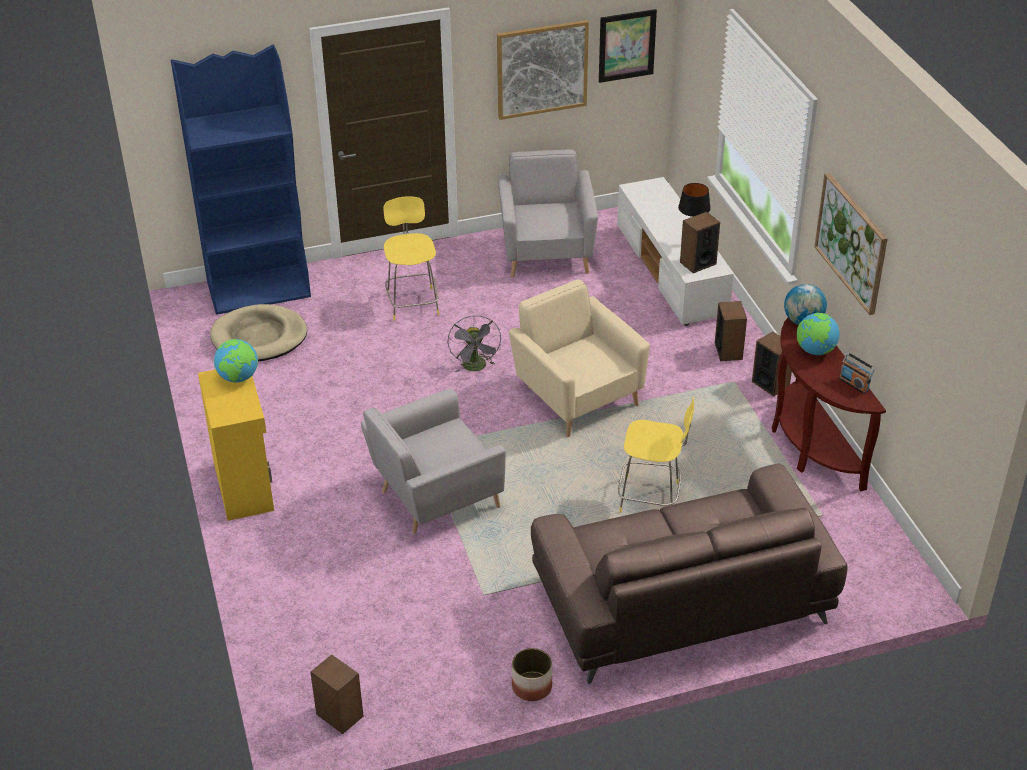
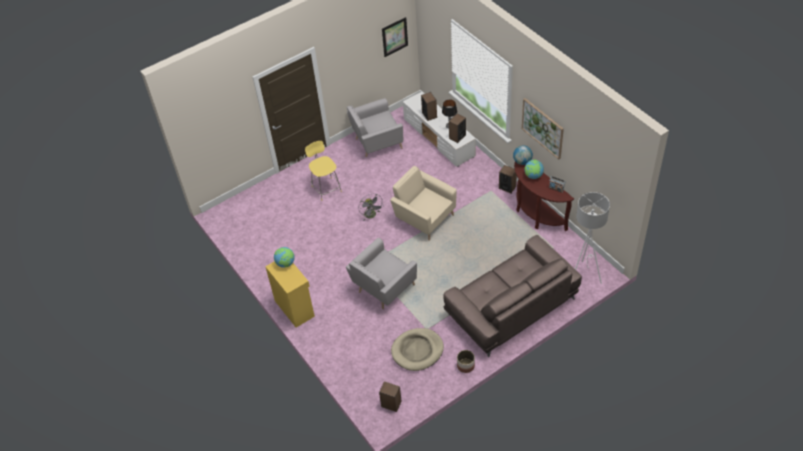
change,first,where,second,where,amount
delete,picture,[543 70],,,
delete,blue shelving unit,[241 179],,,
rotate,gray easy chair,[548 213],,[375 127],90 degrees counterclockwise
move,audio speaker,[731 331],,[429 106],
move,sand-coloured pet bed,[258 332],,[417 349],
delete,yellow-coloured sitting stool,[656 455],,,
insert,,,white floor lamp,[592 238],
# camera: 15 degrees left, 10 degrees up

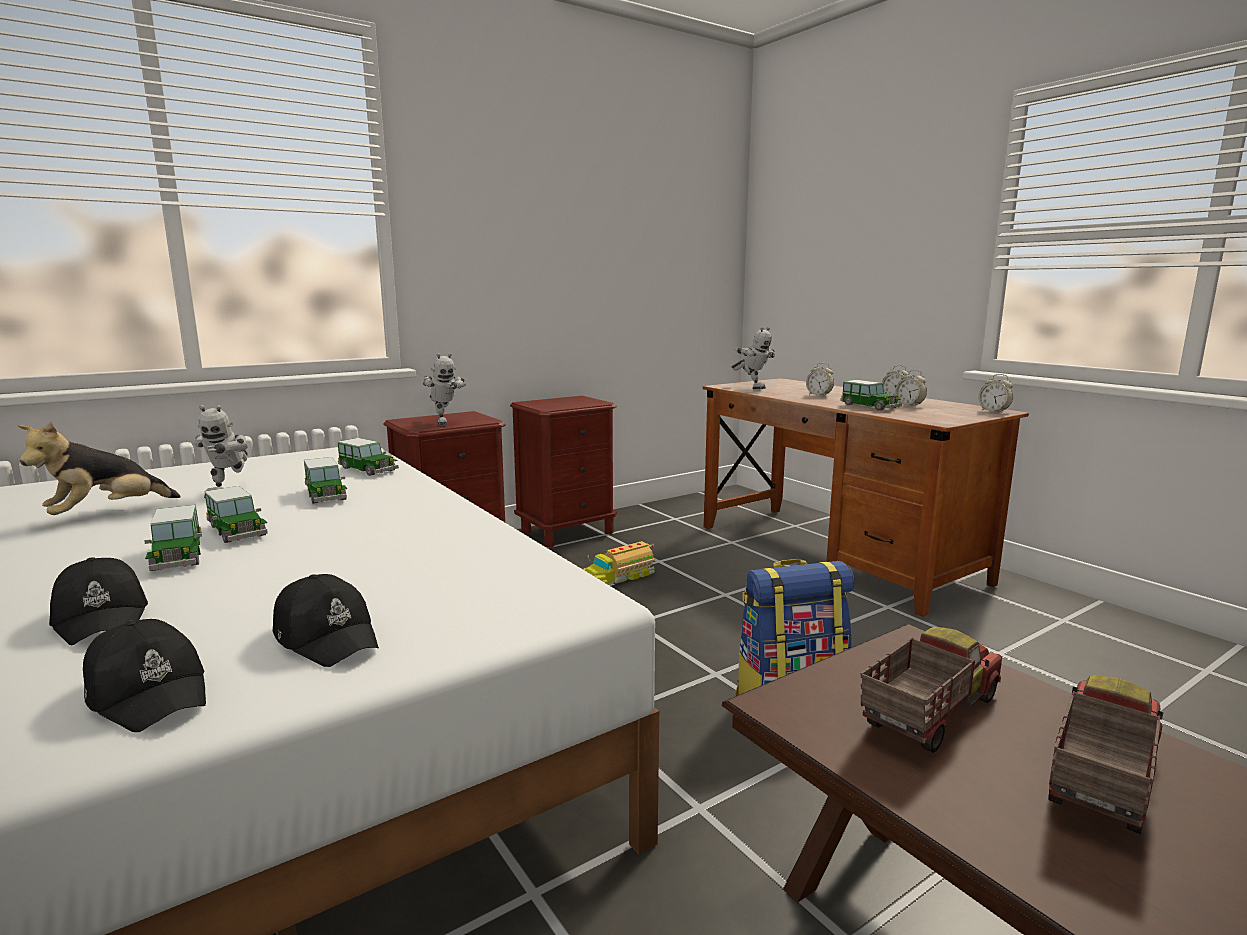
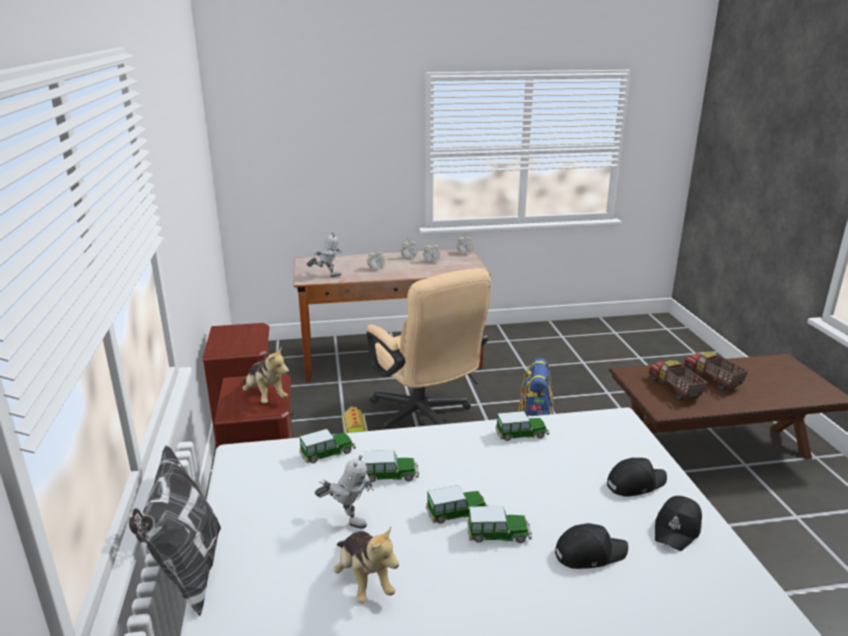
change,first,where,second,where,amount
replace,robot figure,[444 389],plush toy,[265 375],
move,toy car,[871 395],,[522 426],
rotate,black baseball cap,[144 675],,[678 523],150 degrees clockwise
insert,,,sand-coloured desk chair,[428 349],
insert,,,pillow,[175 530],
# camera: 65 degrees left, 10 degrees up

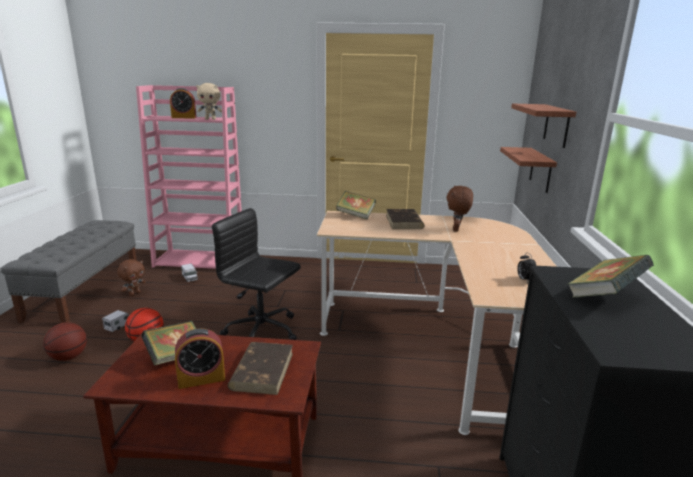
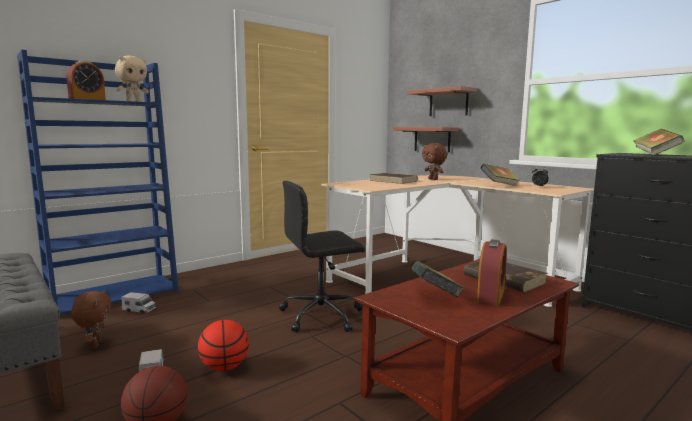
change,first,where,second,where,amount
recolor,pink shelving unit,[189 177],blue shelving unit,[98 182],
move,book,[356 205],,[499 175],
# camera: 45 degrees left, 10 degrees down

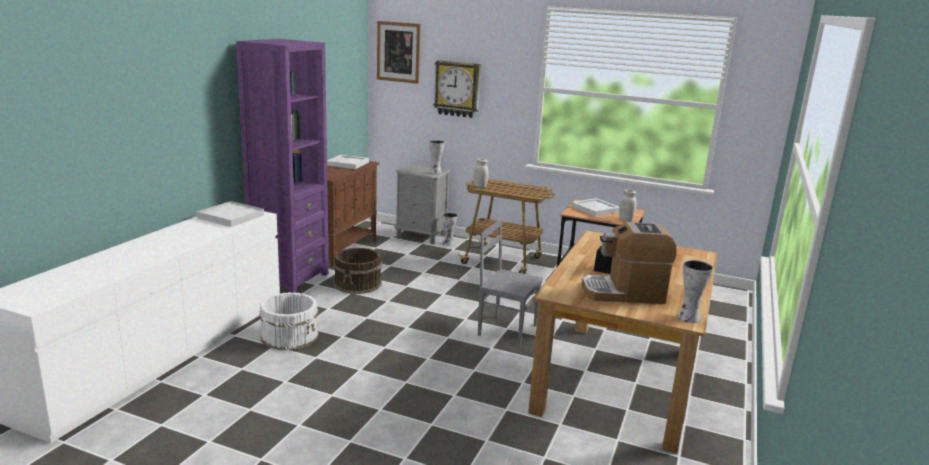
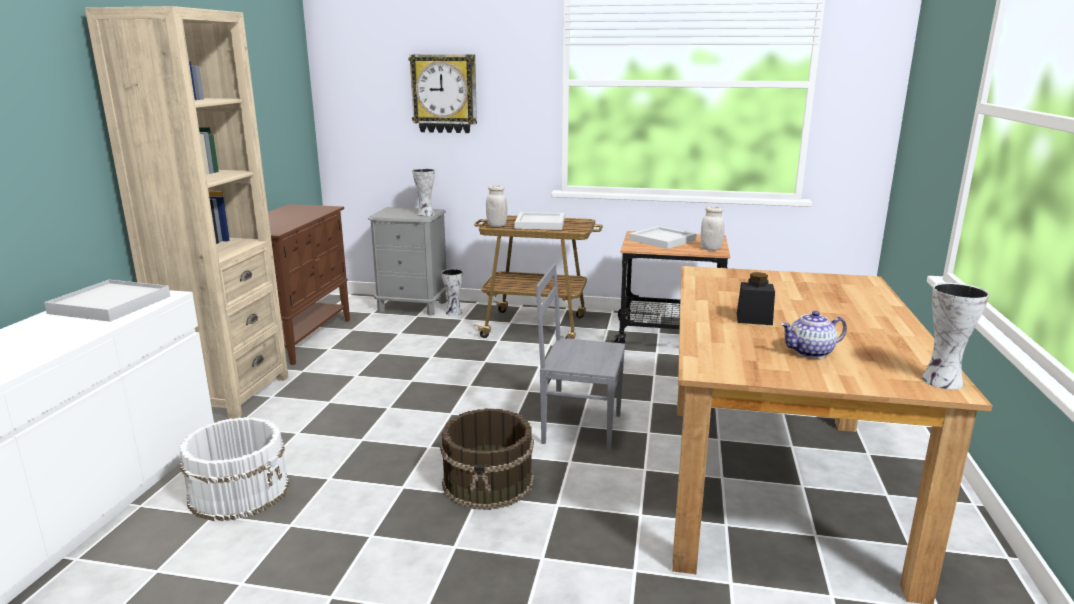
change,first,where,second,where,amount
delete,picture,[399 52],,,
recolor,purplish shelving unit,[282 166],sand-coloured shelving unit,[186 212],
move,white tray,[348 162],,[540 221],
replace,coffee maker,[629 263],pot for tea,[813 334],
move,brownish bucket,[358 271],,[487 459],
# camera: 10 degrees left, 0 degrees up

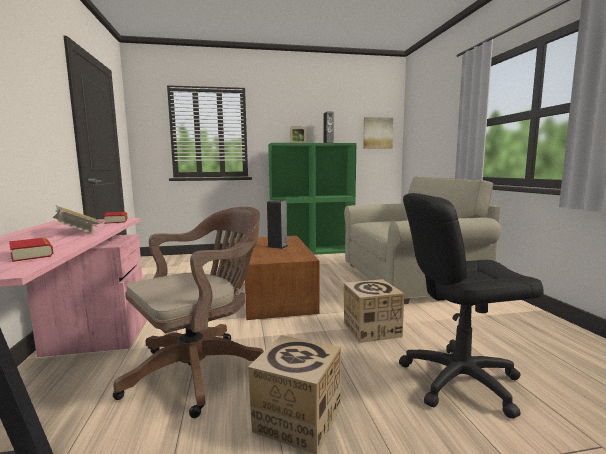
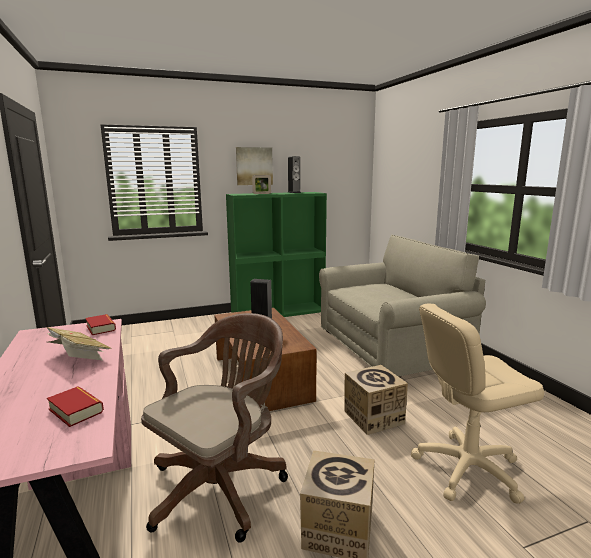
change,first,where,second,where,amount
move,picture,[378 133],,[254 166],
recolor,black desk chair,[471 306],sand-coloured desk chair,[477 404],
# camera: 10 degrees left, 5 degrees up

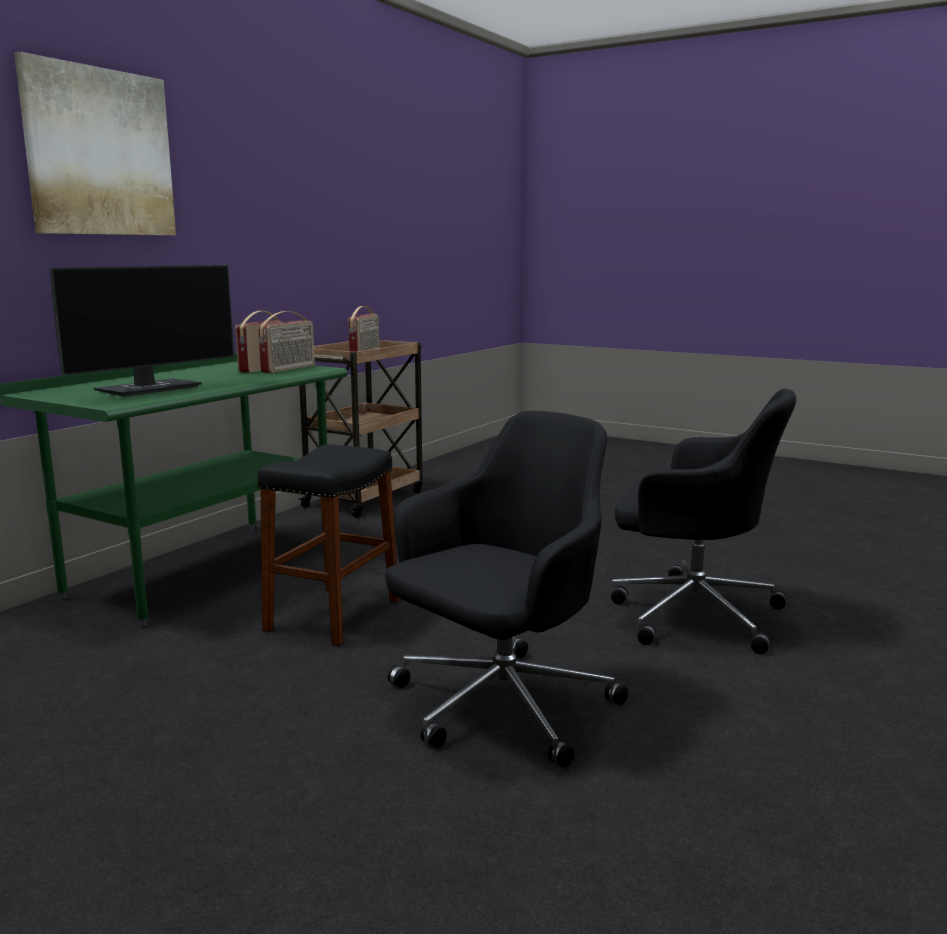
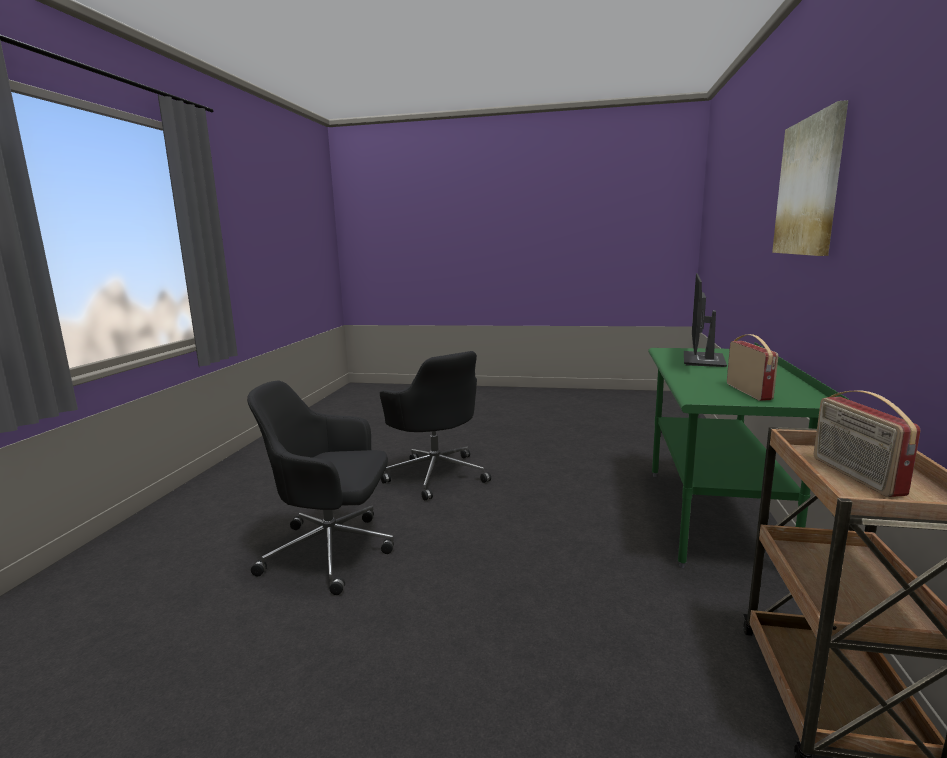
change,first,where,second,where,amount
delete,radio receiver,[286 342],,,
rotate,black desk chair,[506 589],,[435 426],60 degrees counterclockwise
delete,black sitting stool,[329 545],,,
# camera: 160 degrees right, 0 degrees up

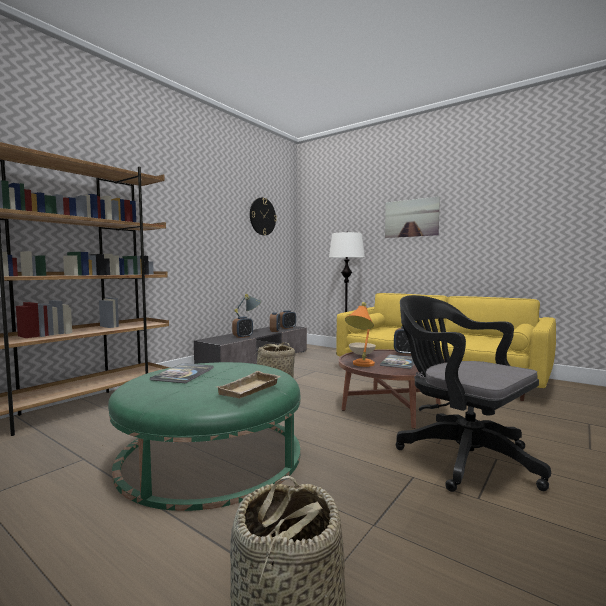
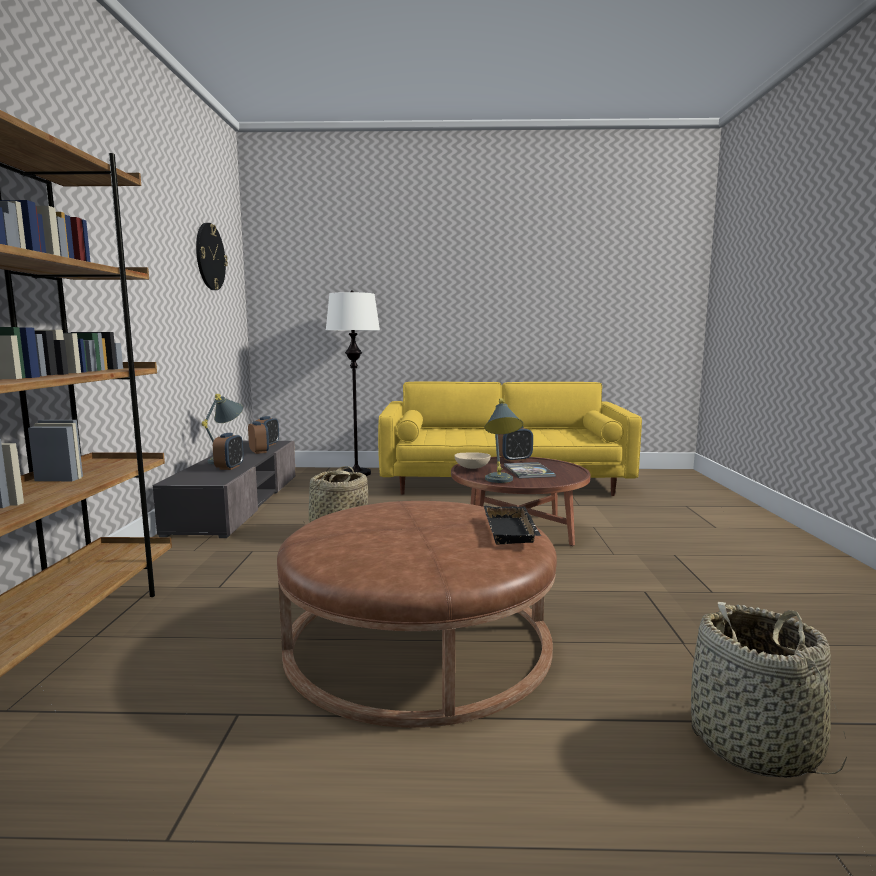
change,first,where,second,where,amount
delete,picture,[412 217],,,
delete,black desk chair,[473 393],,,
recolor,orange table lamp,[360 334],gray table lamp,[504 440],
recolor,greenish pouffe,[204 436],brownish pouffe,[417 614],
delete,book,[182 373],,,
recolor,sand-coloured tray,[249 385],black tray,[512 525],
# camera: 35 degrees left, 5 degrees up

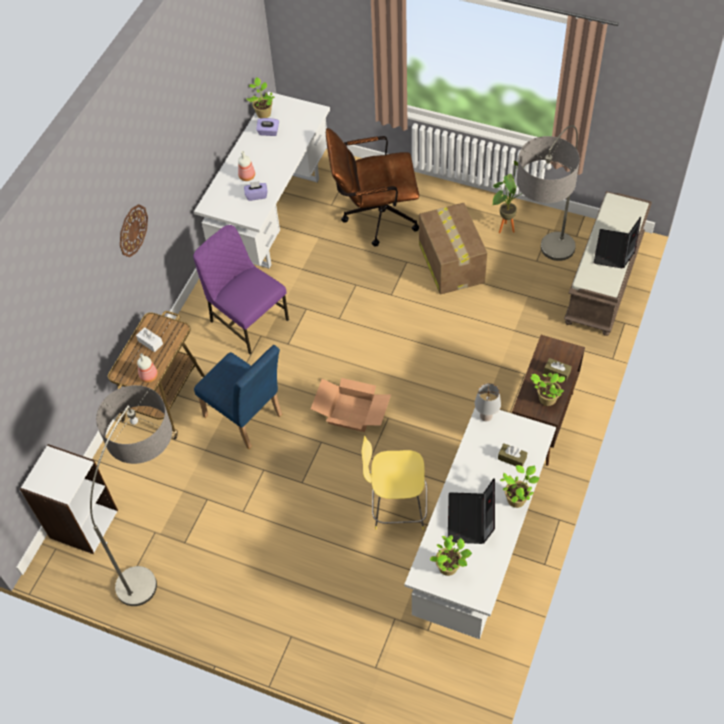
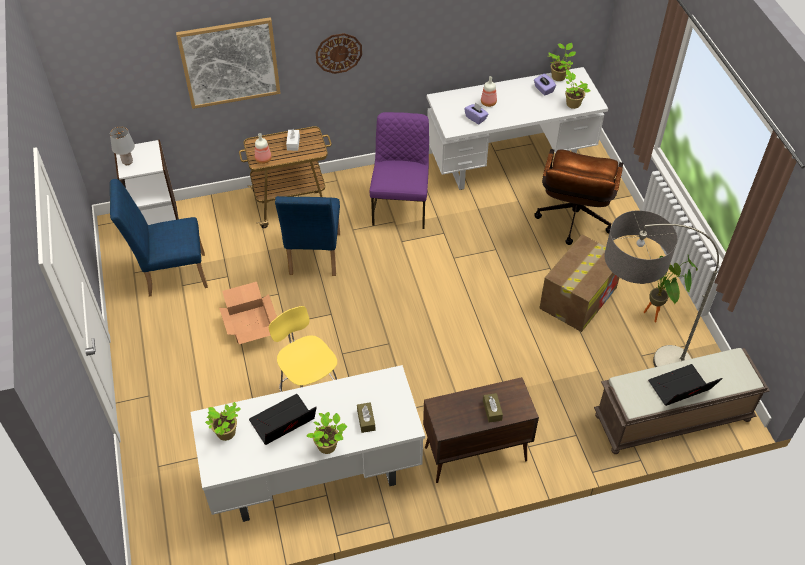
change,first,where,second,where,amount
rotate,brownish desk chair,[372 187],,[578 197],120 degrees counterclockwise
move,potted plant,[548 389],,[578 89],
move,carton,[351 405],,[248 313],
move,gray table lamp,[488 402],,[122 145],
replace,floor lamp,[131 495],blue plain chair,[159 237],
insert,,,picture,[228 63],
# camera: 50 degrees right, 5 degrees down

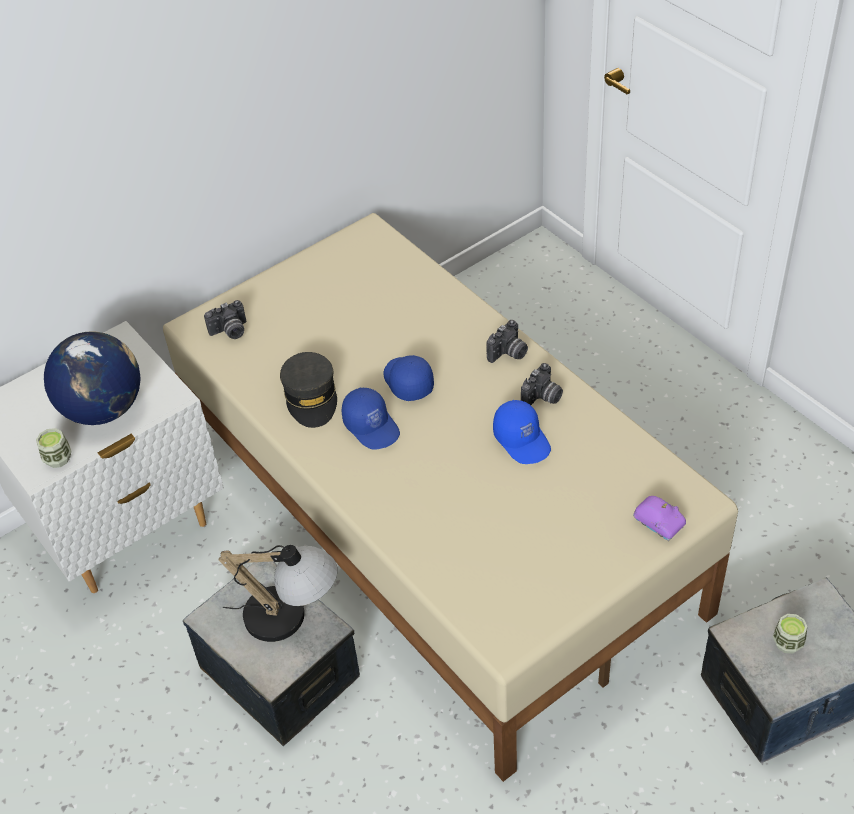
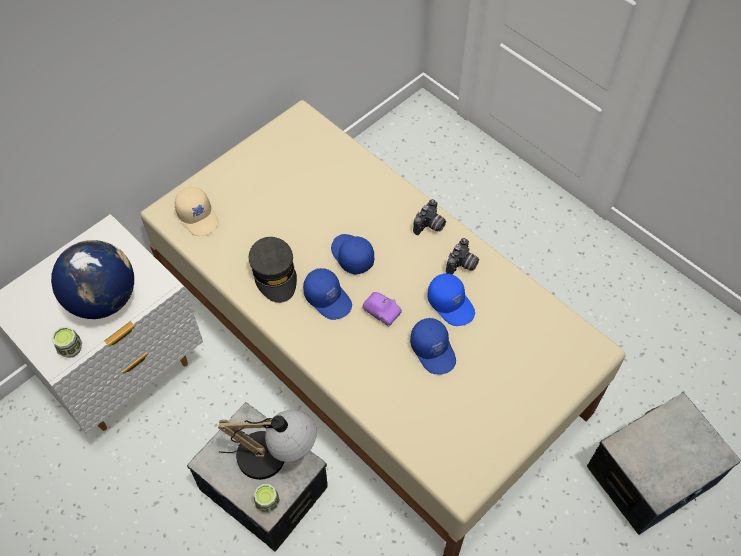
change,first,where,second,where,amount
replace,photo camera,[225 319],sand-coloured baseball cap,[197 211],
move,purplish toy car,[659 518],,[382 309],
move,cup,[790 634],,[267 498],
insert,,,blue baseball cap,[433 346],
# camera: 10 degrees left, 10 degrees up

